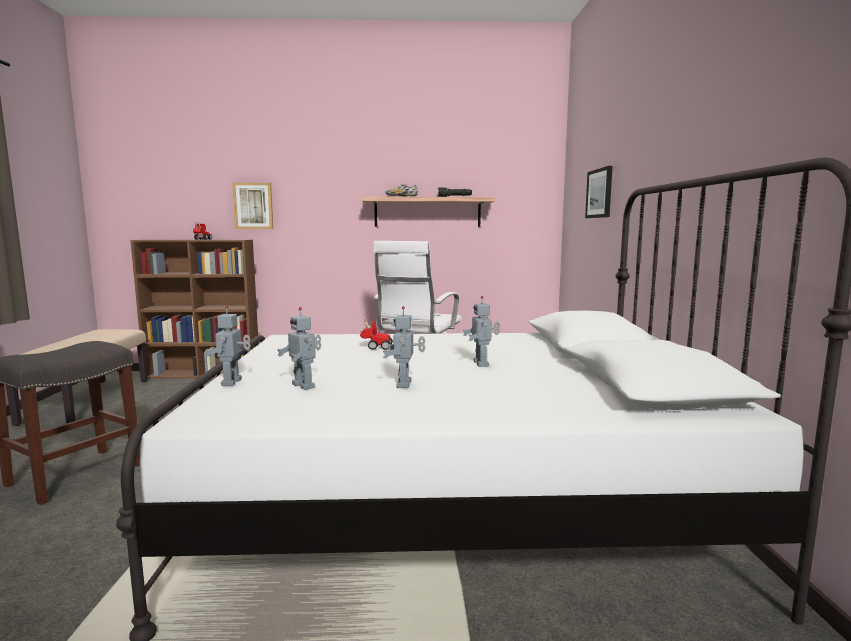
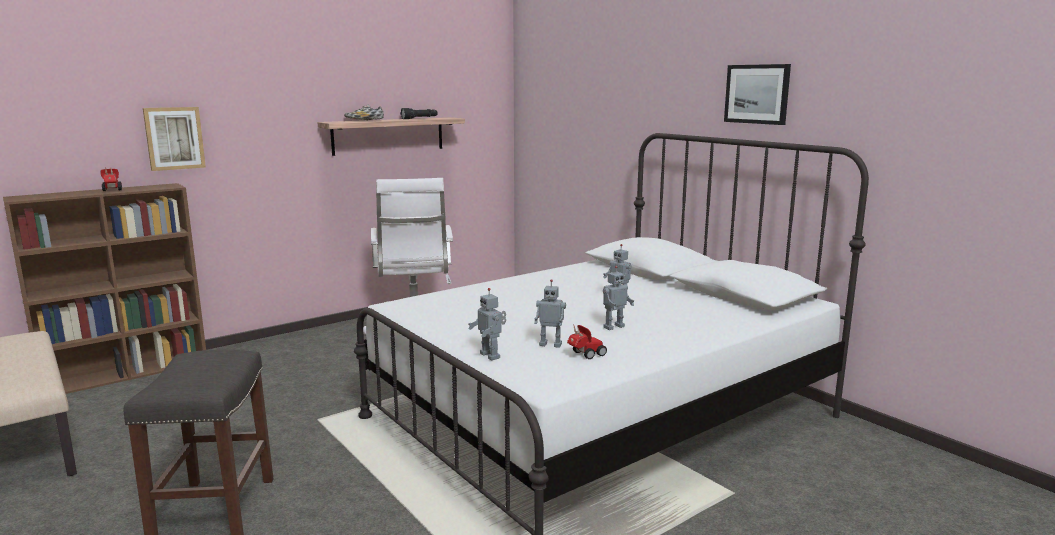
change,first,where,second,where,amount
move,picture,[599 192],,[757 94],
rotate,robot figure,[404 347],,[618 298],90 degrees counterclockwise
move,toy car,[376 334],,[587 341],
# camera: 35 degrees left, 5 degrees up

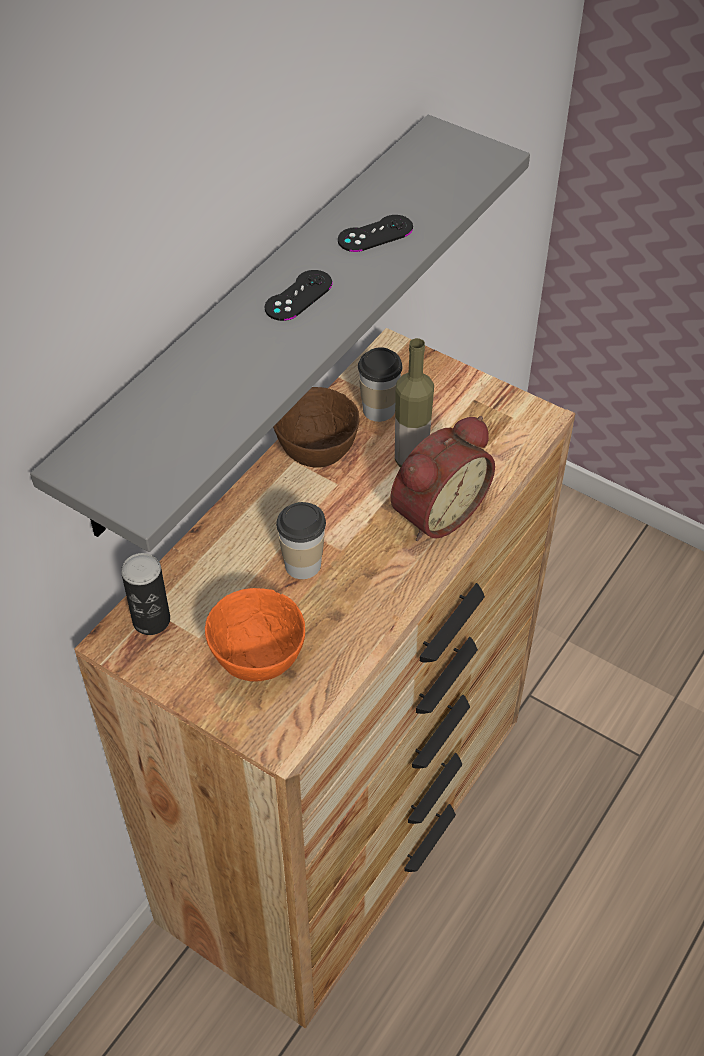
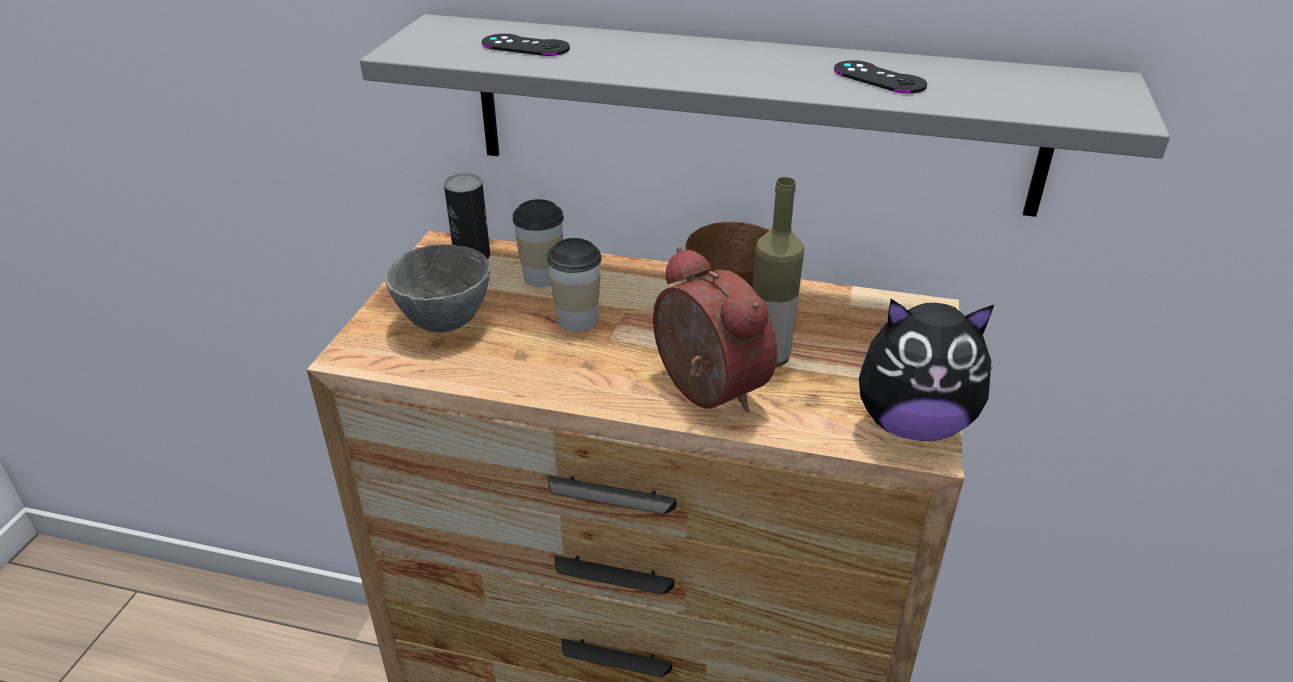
change,first,where,second,where,amount
move,black gamepad,[298 295],,[526 45],
move,cup,[380 384],,[538 243],
rotate,alarm clock,[442 478],,[715 329],150 degrees counterclockwise
recolor,orange deep dish,[255 635],gray deep dish,[437 288],
insert,,,plush toy,[926 370],
# camera: 70 degrees right, 15 degrees down

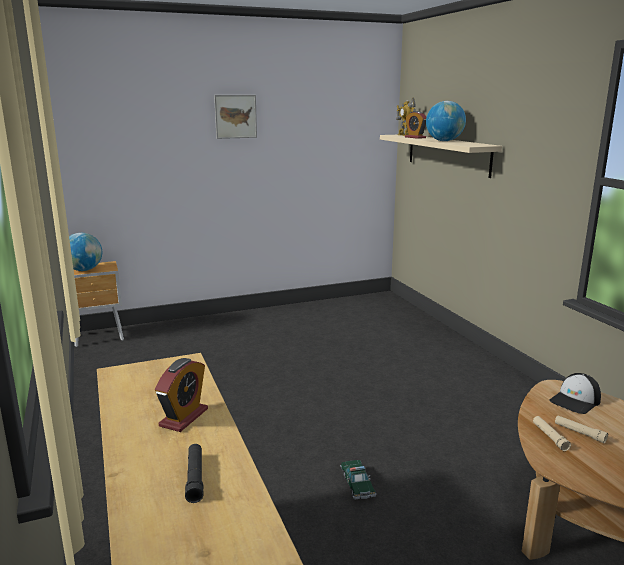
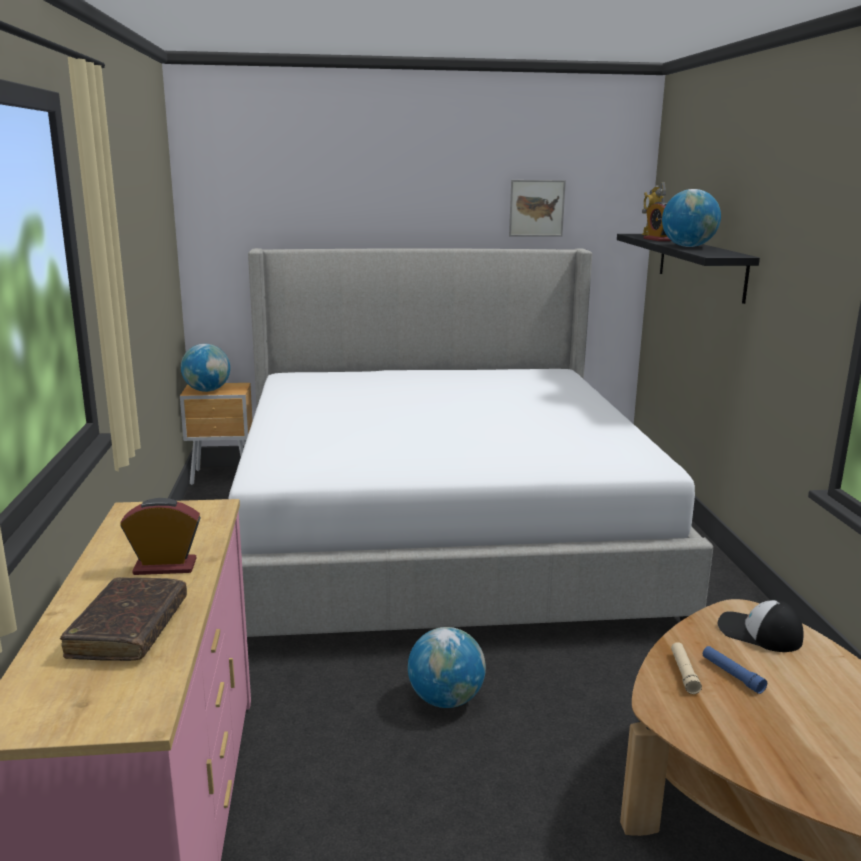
change,first,where,second,where,amount
move,picture,[235 117],,[537 208],
recolor,sand-coloured bracket shelf,[441 156],black bracket shelf,[688 269],
rotate,alarm clock,[181 395],,[160 536],135 degrees counterclockwise
rotate,baseball cap,[575 393],,[761 626],60 degrees clockwise
recolor,sand-coloured torch,[581 429],blue torch,[735 670],
replace,black torch,[194 473],brownish book,[123 619],
replace,toy car,[358 480],world globe,[447 667],
insert,,,sleeping bed,[470 442],
# camera: 15 degrees right, 0 degrees up

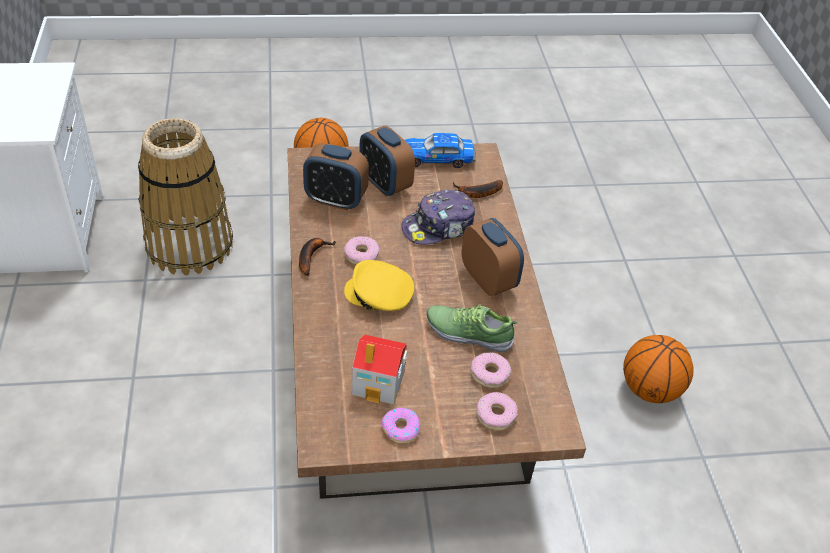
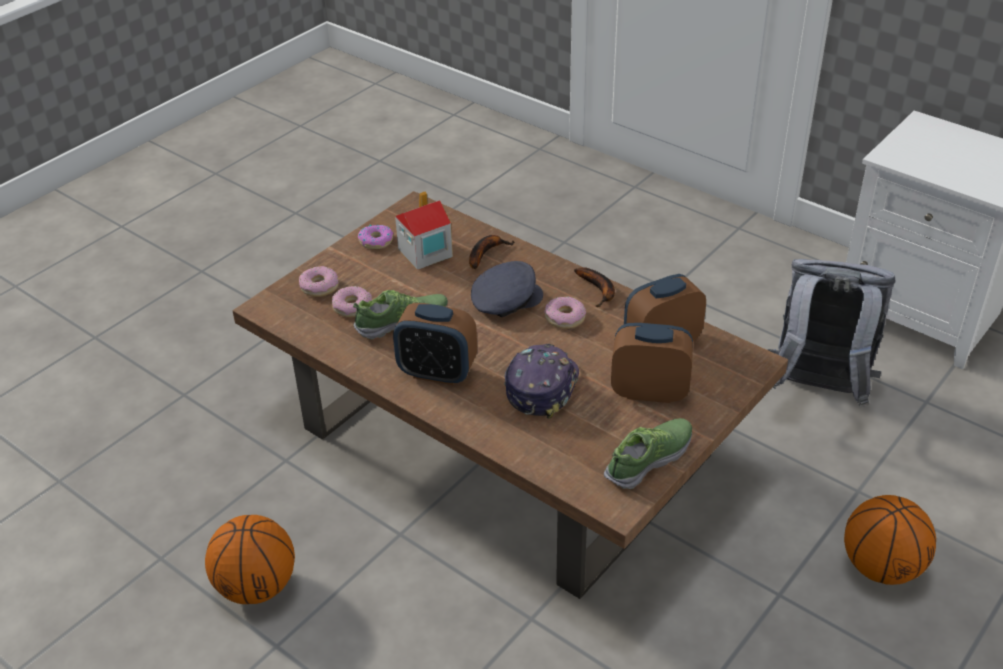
change,first,where,second,where,amount
replace,basket,[185 196],gray rucksack,[831 333],
replace,toy car,[440 150],item of footwear,[648 453],
move,banana fruit,[478 189],,[492 252],
recolor,yellow-coloured baseball cap,[379 285],gray baseball cap,[507 289],
# camera: 140 degrees right, 5 degrees down

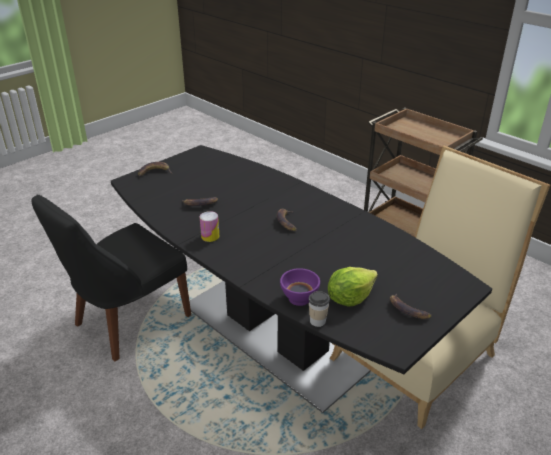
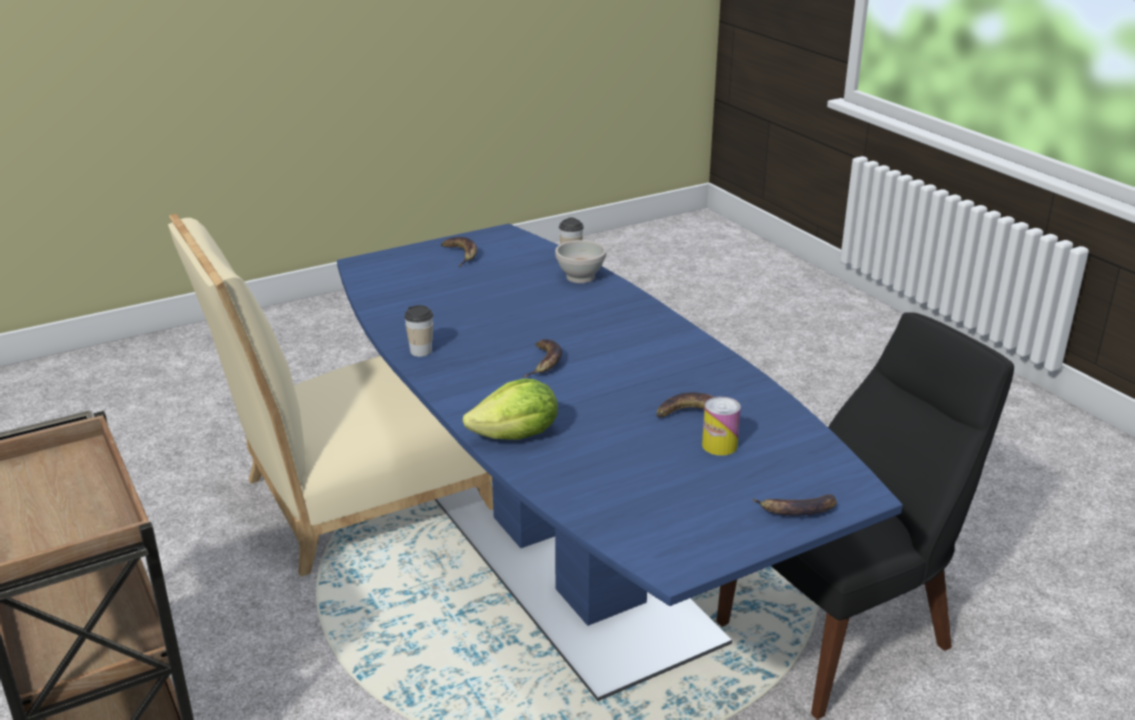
change,first,where,second,where,amount
recolor,black dining table,[301 279],blue dining table,[620 462],
move,metal can,[209 226],,[721 426],
move,lettuce,[353 287],,[510 409],
recolor,purplish deep dish,[300 287],white deep dish,[580 261],
insert,,,cup,[418 331],
# camera: 165 degrees left, 5 degrees down

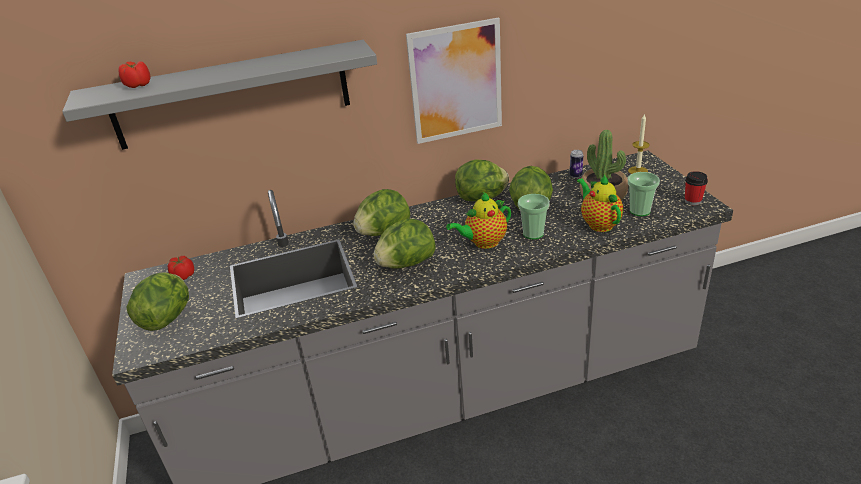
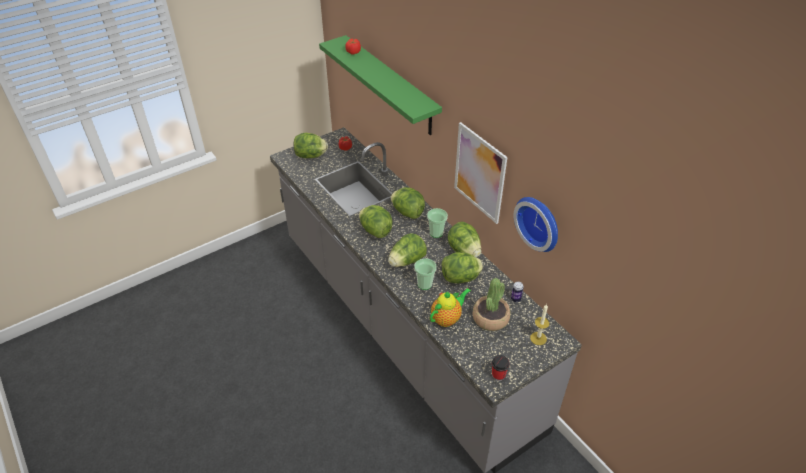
change,first,where,second,where,amount
recolor,gray bracket shelf,[219 95],greenish bracket shelf,[380 85],
move,cup,[644 194],,[437 223],
replace,pot for tea,[478 220],lettuce,[407 250],
insert,,,hanging clock,[536 224],
# camera: 70 degrees right, 10 degrees up

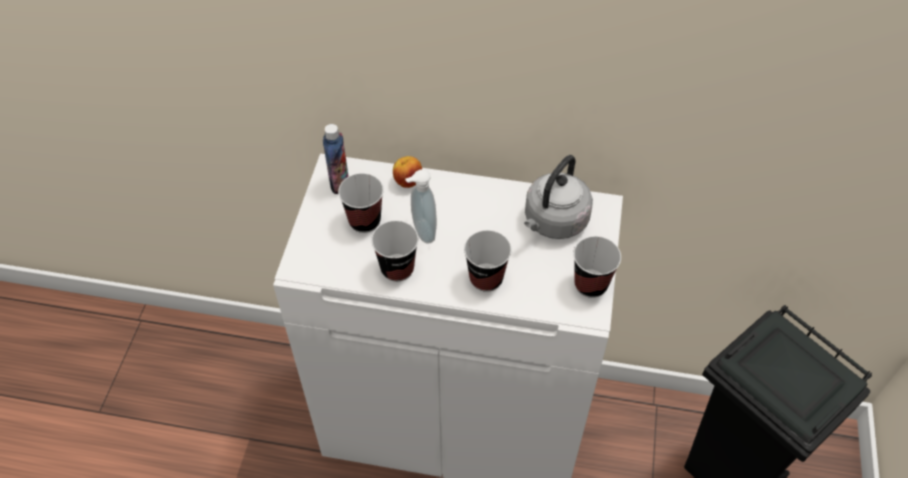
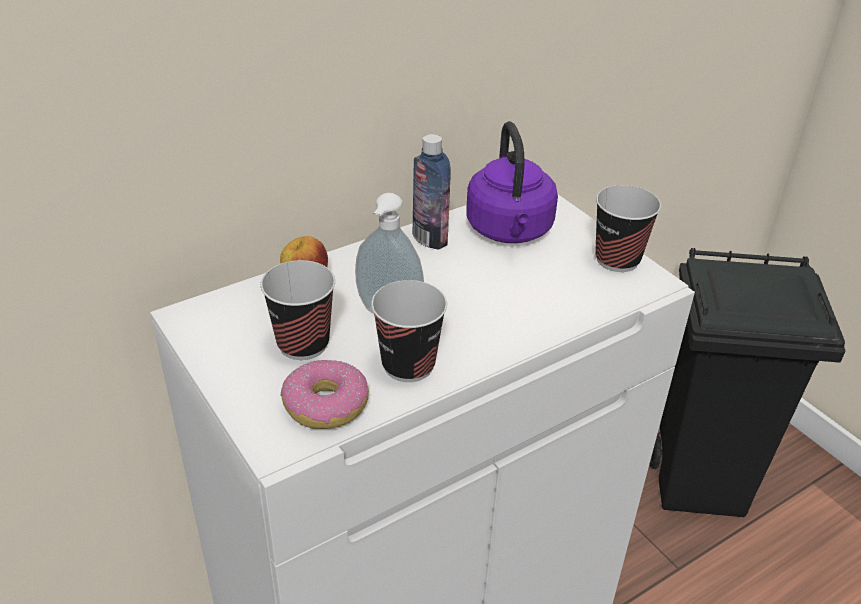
change,first,where,second,where,amount
move,drink bottle,[336 159],,[431 192],
recolor,gray water kettle,[558 197],purplish water kettle,[512 182],
delete,cup,[488 261],,,
insert,,,donut,[325 394],
# camera: 45 degrees left, 15 degrees down

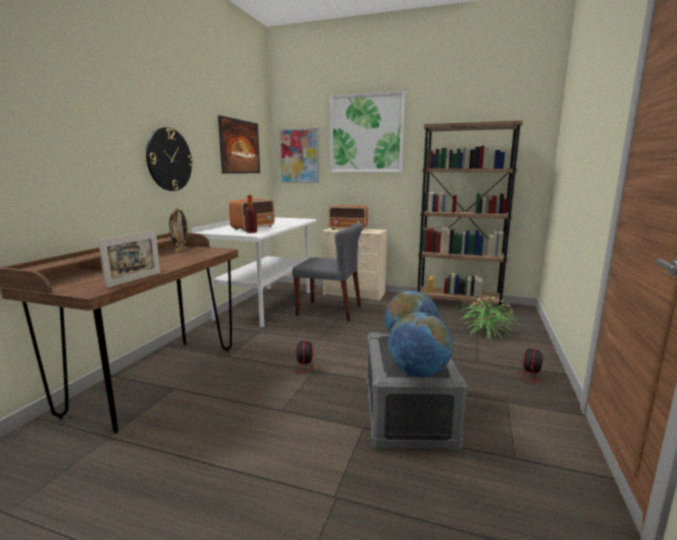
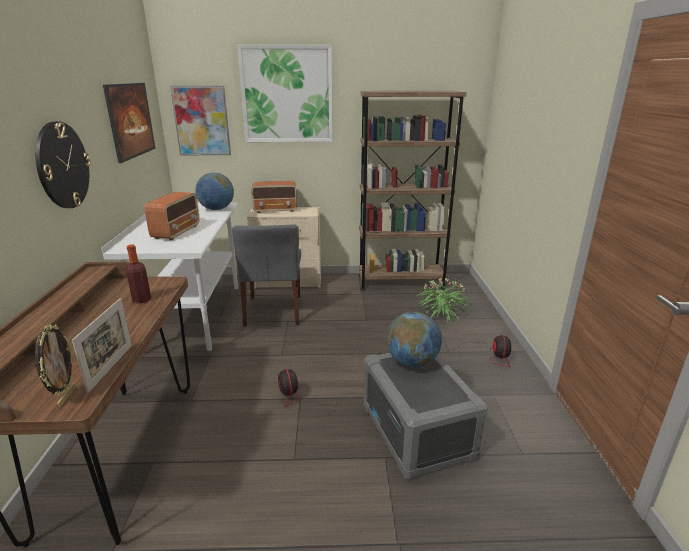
change,first,where,second,where,amount
move,drink bottle,[251 214],,[138 274],
move,picture frame,[179 229],,[55 366],
rotate,gray plain chair,[327 272],,[266 275],90 degrees clockwise
move,world globe,[420 344],,[214 191],
# camera: 20 degrees left, 10 degrees up

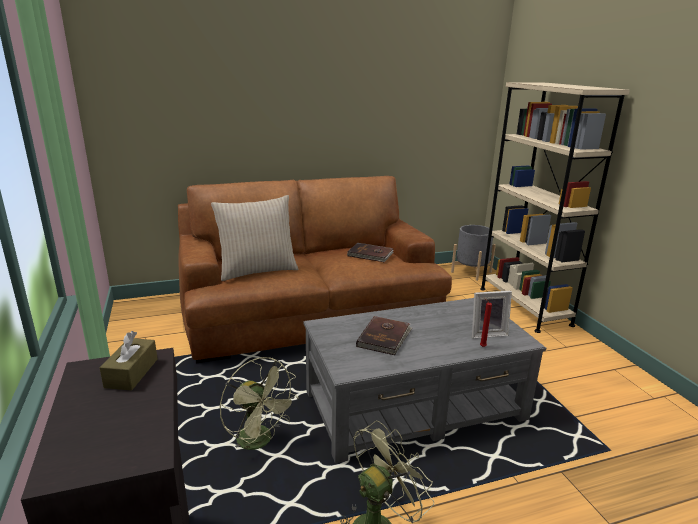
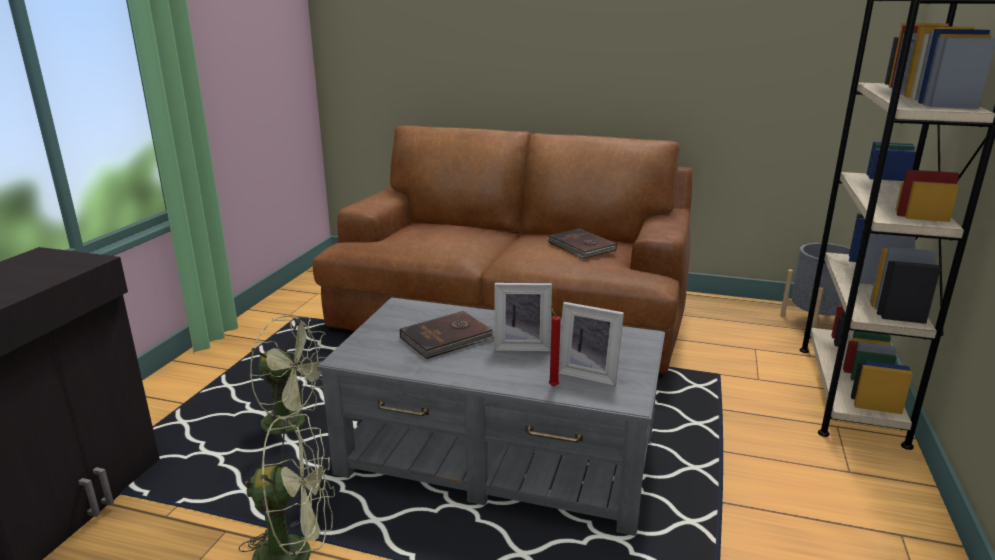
change,first,where,second,where,amount
delete,sand-coloured pillow,[255 238],,,
delete,brownish tissue holder,[129 361],,,
rotate,greenish electric fan,[259 403],,[288 375],60 degrees counterclockwise
insert,,,picture frame,[523 317],
# camera: 35 degrees right, 0 degrees up

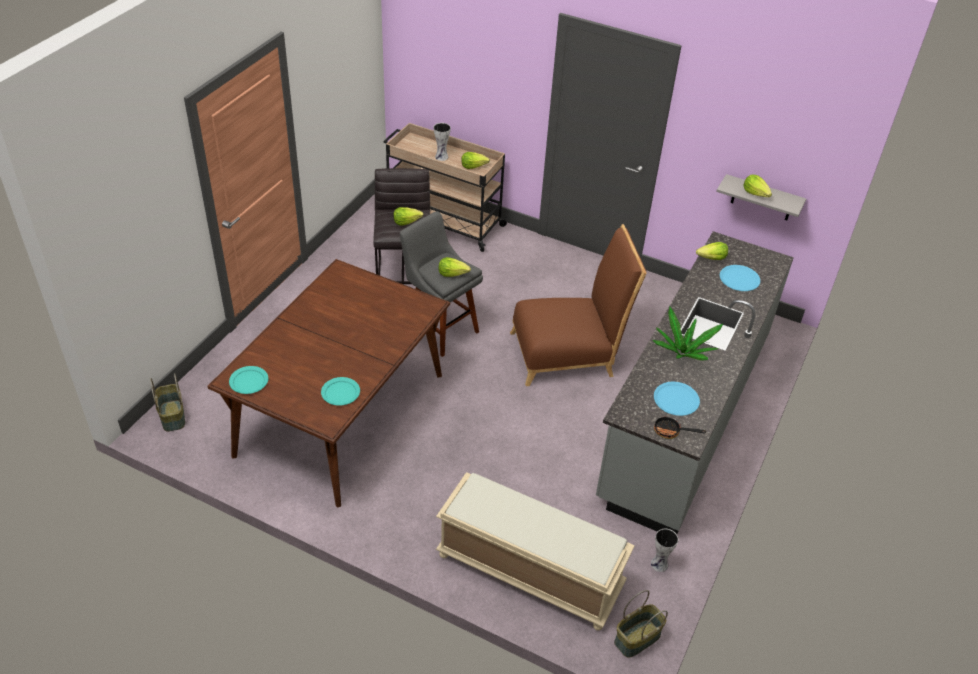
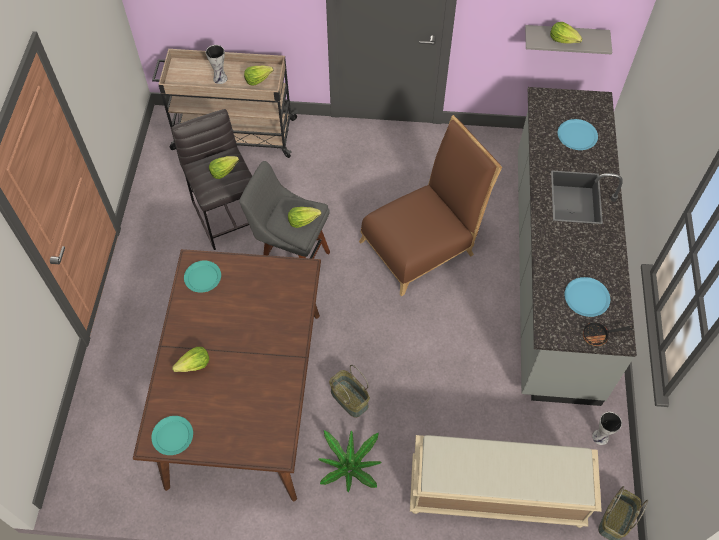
change,first,where,second,where,amount
move,lettuce,[712 251],,[190 359],
move,potted plant,[687 334],,[350 461],
move,basket,[167 402],,[349 391],
move,turquoise-coloured dinner plate,[340 391],,[202 277],
# camera: 20 degrees left, 15 degrees up

